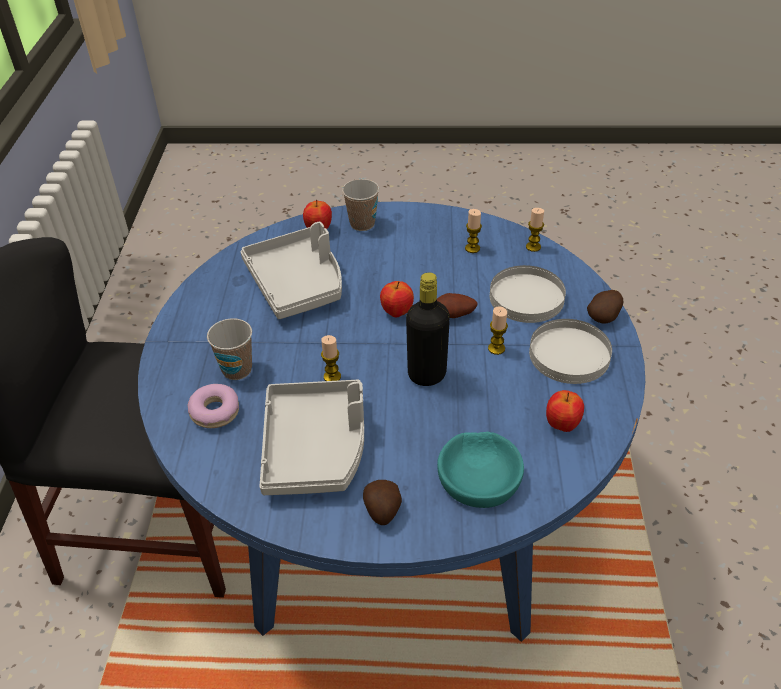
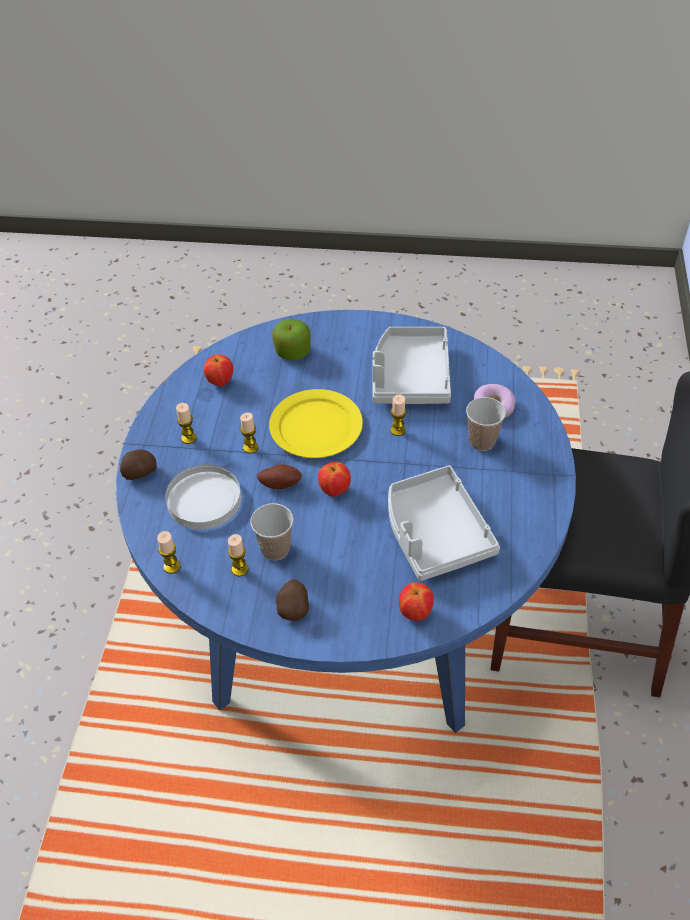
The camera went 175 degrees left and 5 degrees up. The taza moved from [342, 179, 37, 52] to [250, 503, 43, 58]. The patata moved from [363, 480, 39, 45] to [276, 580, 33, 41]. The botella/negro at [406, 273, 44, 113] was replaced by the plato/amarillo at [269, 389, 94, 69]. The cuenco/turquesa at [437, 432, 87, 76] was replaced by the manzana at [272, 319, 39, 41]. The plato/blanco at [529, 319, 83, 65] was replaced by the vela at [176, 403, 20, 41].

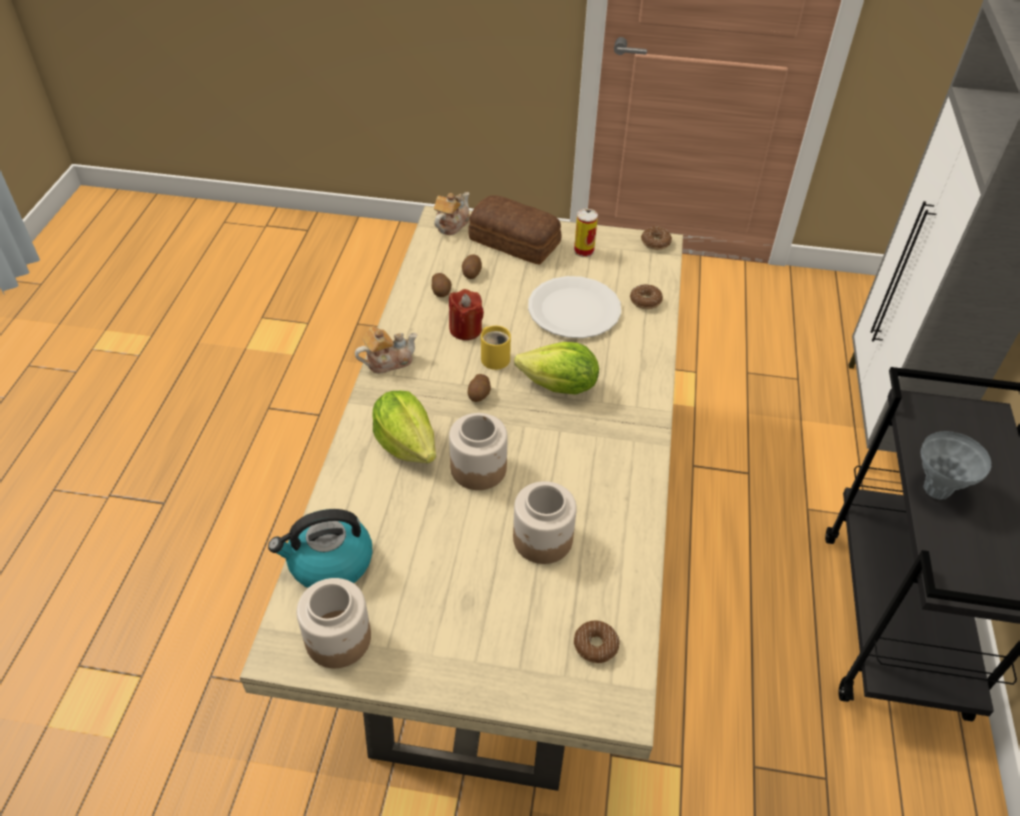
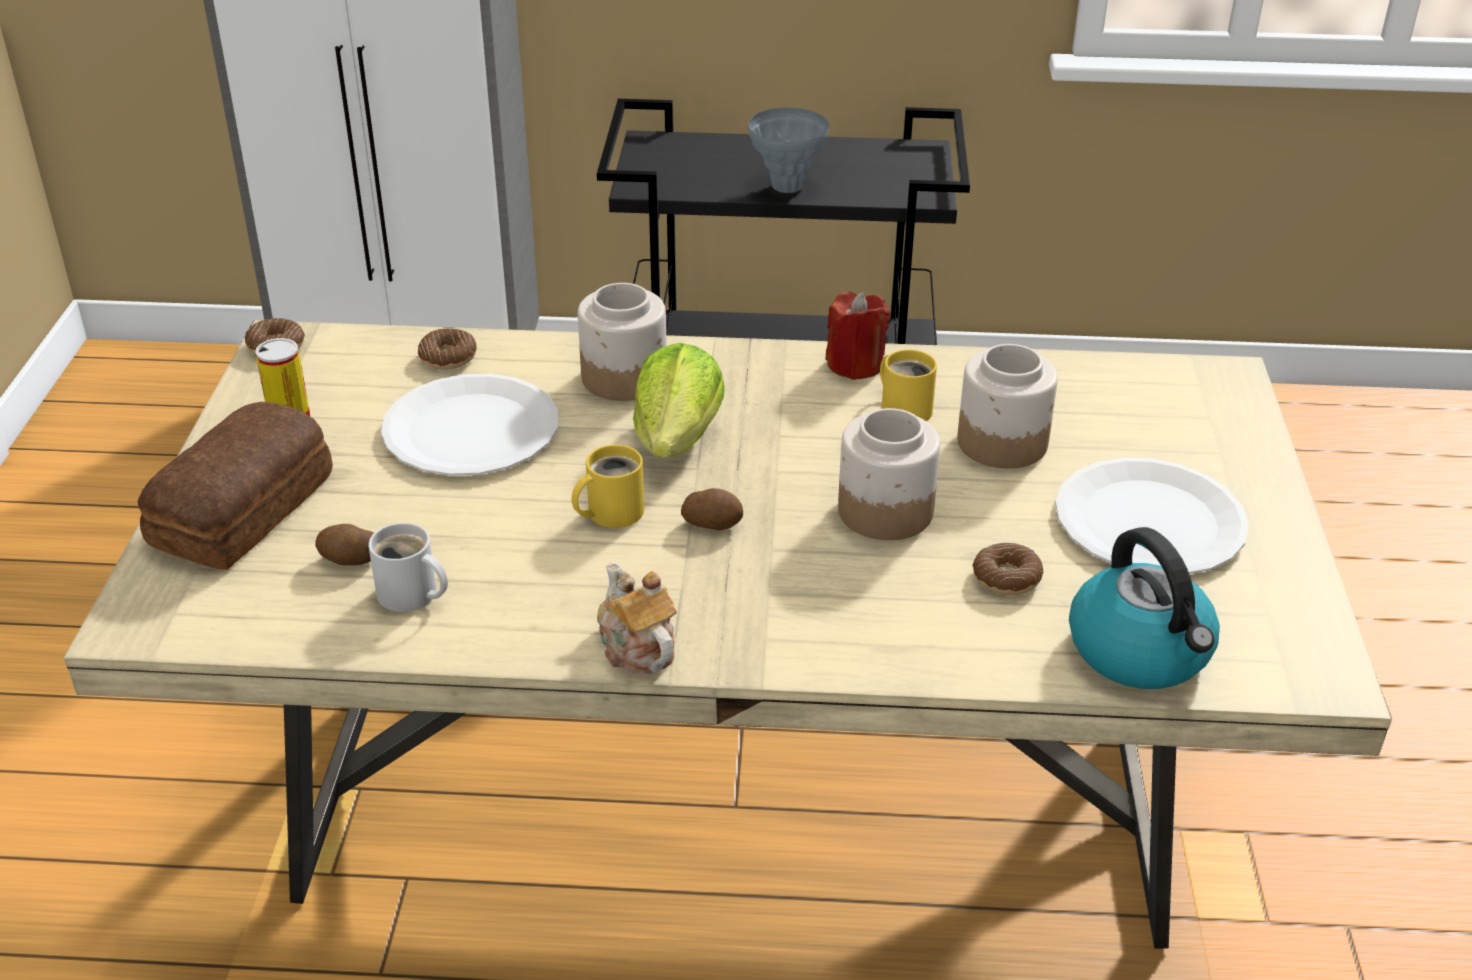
The camera went 95 degrees left and 10 degrees down. The lechuga at [373, 391, 63, 72] disappeared. The tetera at [434, 192, 36, 43] disappeared. The taza grande/amarillo at [880, 350, 57, 71] appeared. The plato/blanco at [1055, 458, 194, 116] appeared. The tarro moved from [296, 578, 75, 90] to [578, 283, 89, 118]. The vela/rojo moved from [449, 289, 35, 51] to [825, 292, 65, 88]. The rosquilla moved from [574, 621, 46, 42] to [972, 543, 71, 52]. The patata at [432, 273, 20, 24] was replaced by the taza grande/blanco at [368, 523, 80, 89].

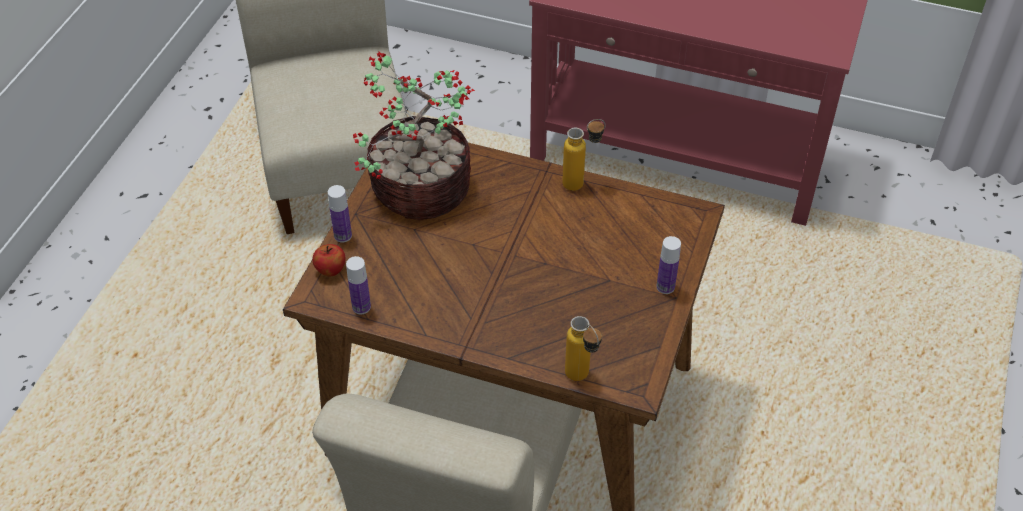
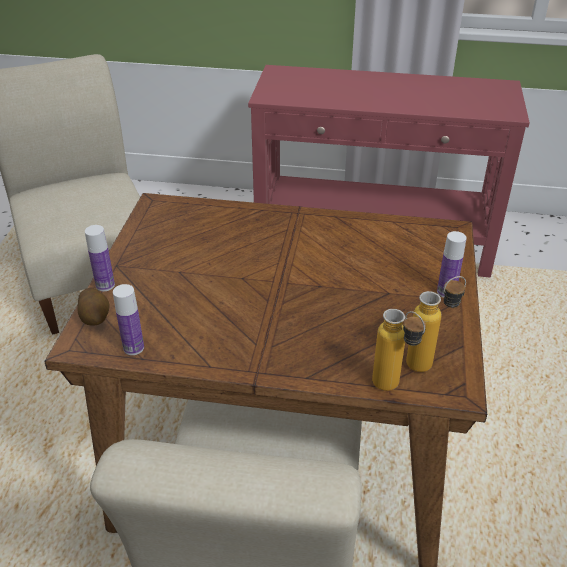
The camera went 10 degrees left and 10 degrees down. The planta en maceta at [353, 52, 122, 168] disappeared. The botella moved from [562, 119, 44, 72] to [406, 276, 60, 96]. The manzana at [312, 244, 34, 32] was replaced by the patata at [77, 288, 33, 38].

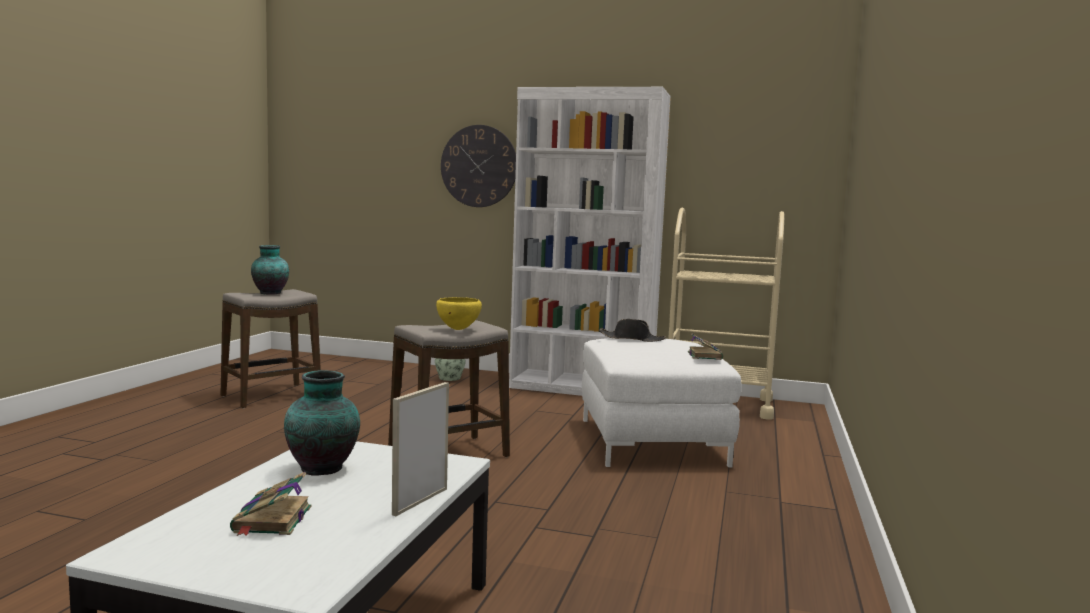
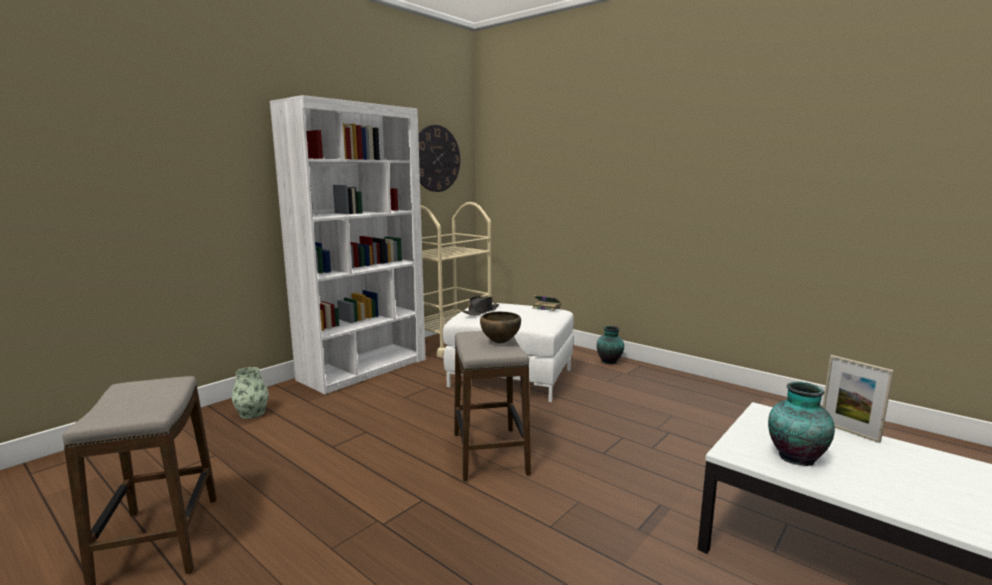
The camera went 65 degrees left and 5 degrees up. The libro at [230, 472, 81, 64] disappeared. The florero moved from [251, 245, 38, 50] to [597, 326, 27, 38]. The reloj de pared moved from [441, 125, 75, 82] to [418, 125, 42, 67]. The cuenco/amarillo at [436, 297, 46, 33] became the cuenco/marrón at [480, 312, 41, 31].

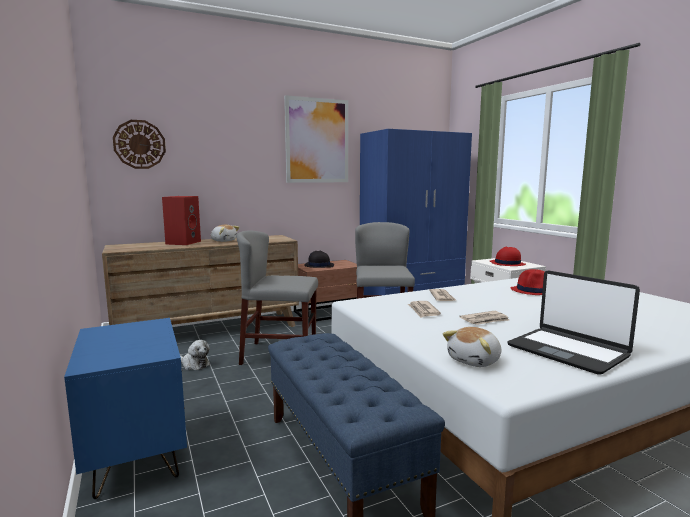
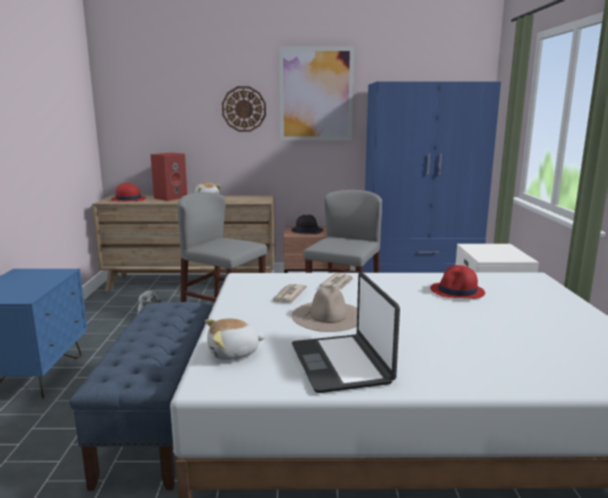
The camera went 25 degrees right and 5 degrees up. The reloj de pared moved from [113, 120, 53, 49] to [222, 86, 44, 46]. The sombrero/rojo moved from [490, 247, 36, 19] to [111, 183, 35, 19]. The periódico at [459, 311, 50, 14] was replaced by the sombrero/beis at [292, 288, 65, 44].

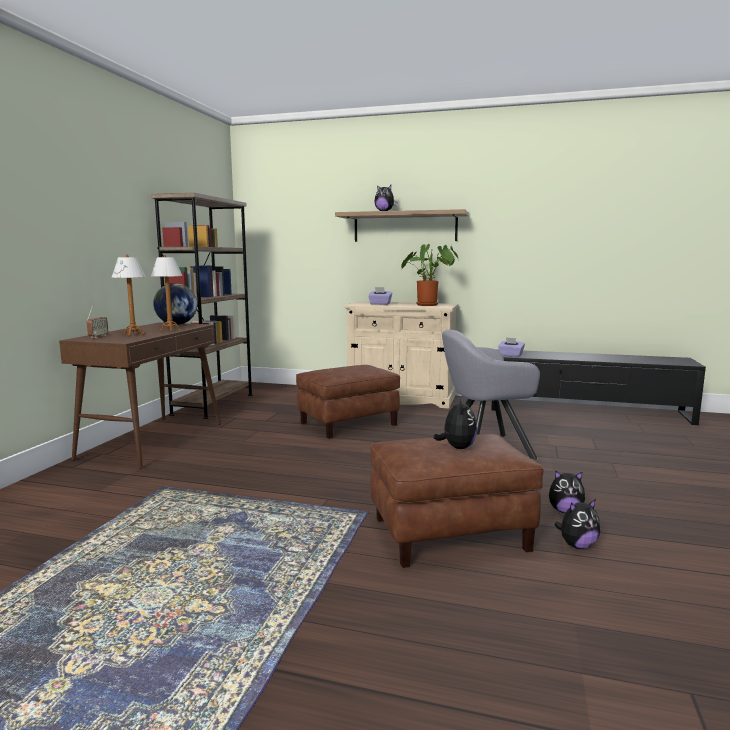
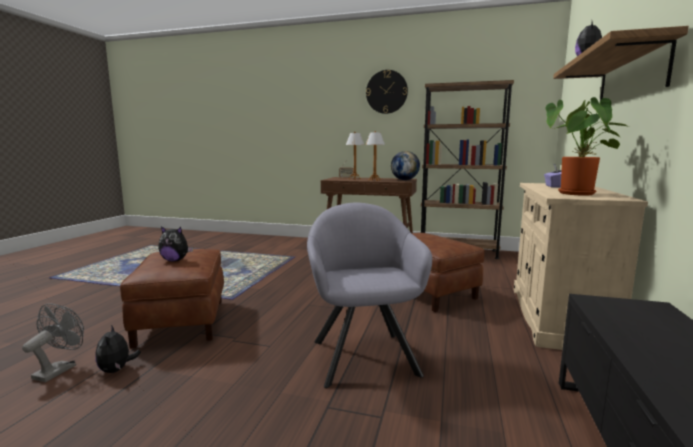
The camera went 90 degrees right and 0 degrees up. The caja de pañuelos/morado at [498, 337, 27, 20] disappeared. The peluche at [549, 471, 36, 42] disappeared. The ventilador/gris at [22, 303, 62, 79] appeared. The reloj de pared at [366, 70, 42, 44] appeared.

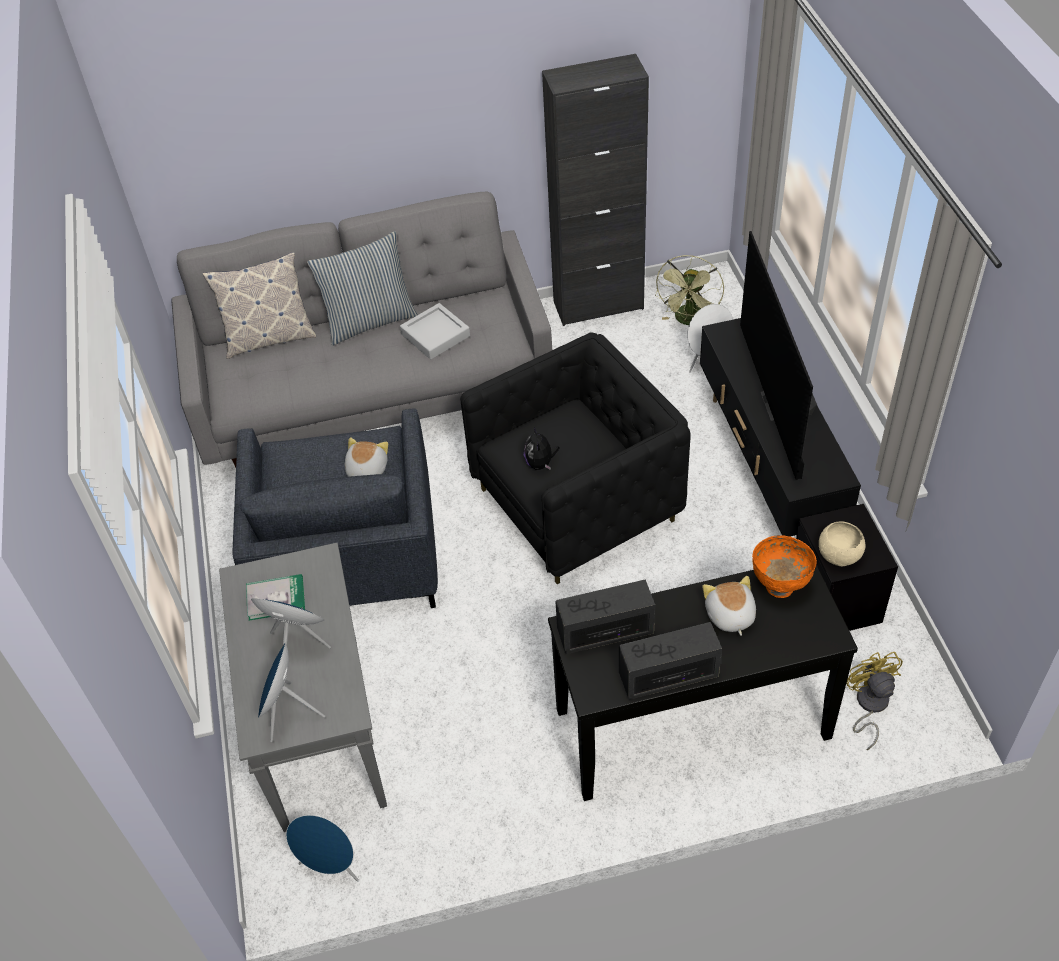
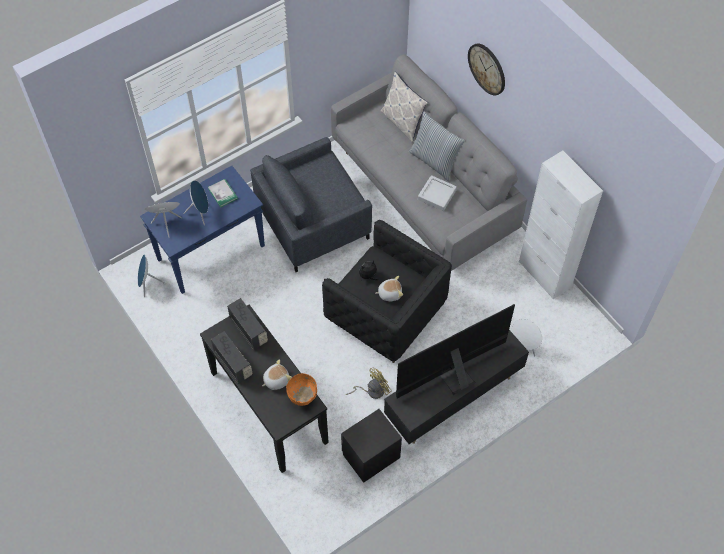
The camera went 65 degrees right and 10 degrees up. The ventilador/verde at [655, 255, 69, 70] disappeared. The cuenco/beis at [819, 521, 46, 45] disappeared. The reloj de pared at [468, 43, 37, 52] appeared. The peluche moved from [345, 437, 43, 40] to [375, 276, 28, 25]. The ventilador/amarillo moved from [846, 652, 57, 98] to [346, 368, 46, 31]. The mesa consola/gris at [219, 543, 168, 289] became the mesa consola/azul at [140, 166, 125, 128]. The armario/negro at [542, 54, 107, 272] became the armario/blanco at [519, 151, 84, 148].

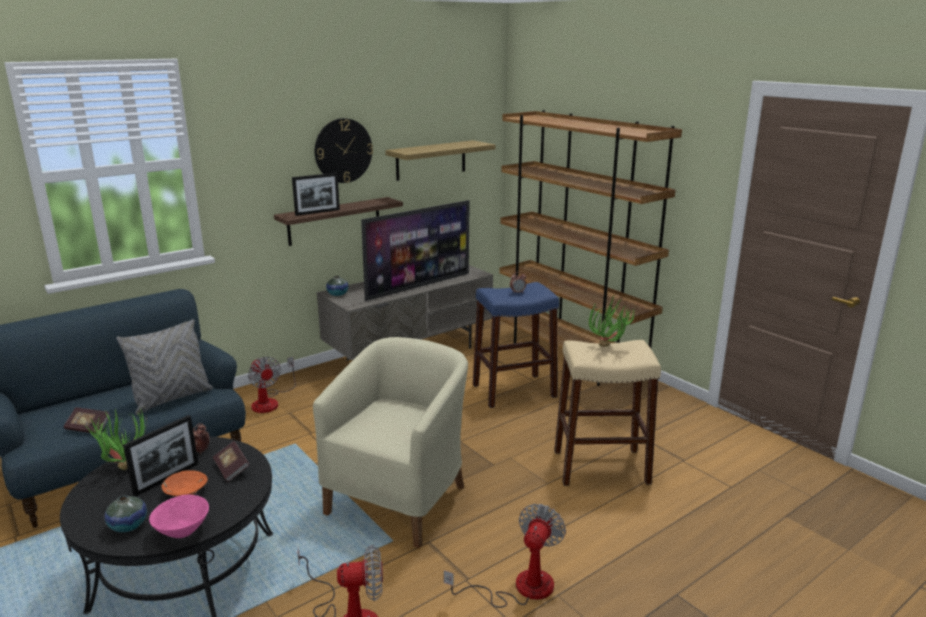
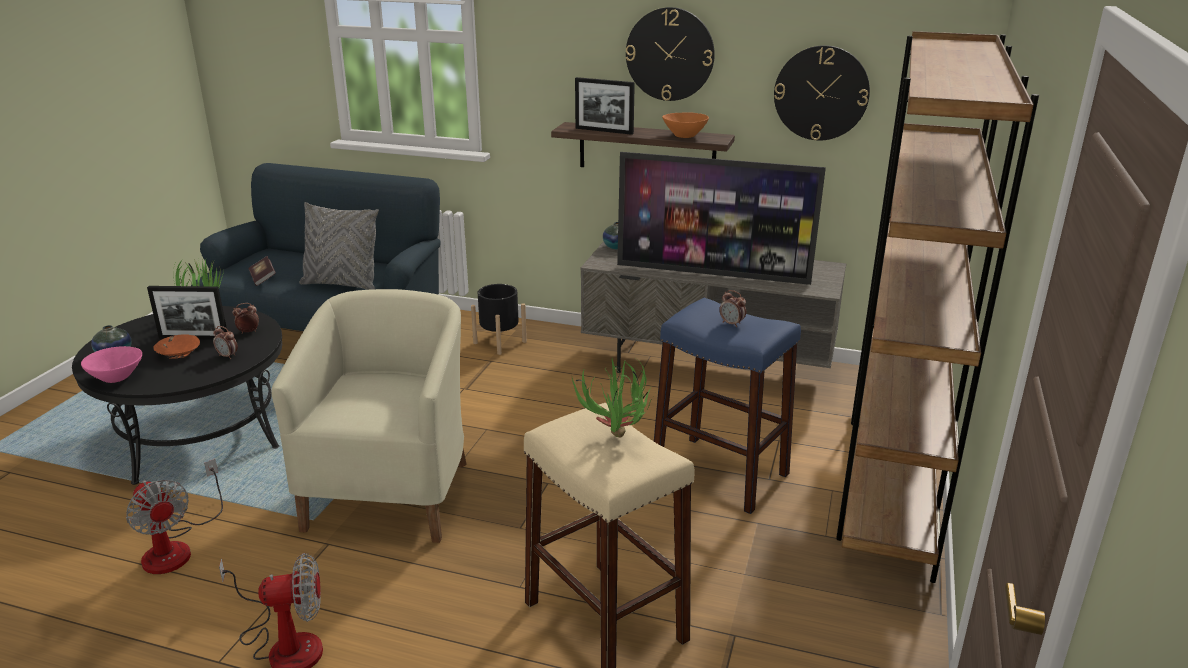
The camera went 55 degrees right and 5 degrees up. The cuenco/naranja at [662, 113, 47, 25] appeared. The libro at [213, 441, 36, 41] was replaced by the despertador at [213, 326, 25, 33]. The ventilador at [248, 357, 48, 56] was replaced by the maceta/negro at [471, 284, 56, 71]. The estante at [385, 140, 110, 41] was replaced by the reloj de pared at [774, 45, 96, 96]. The sillón/beis at [313, 337, 155, 211] turned 75 degrees counterclockwise.

